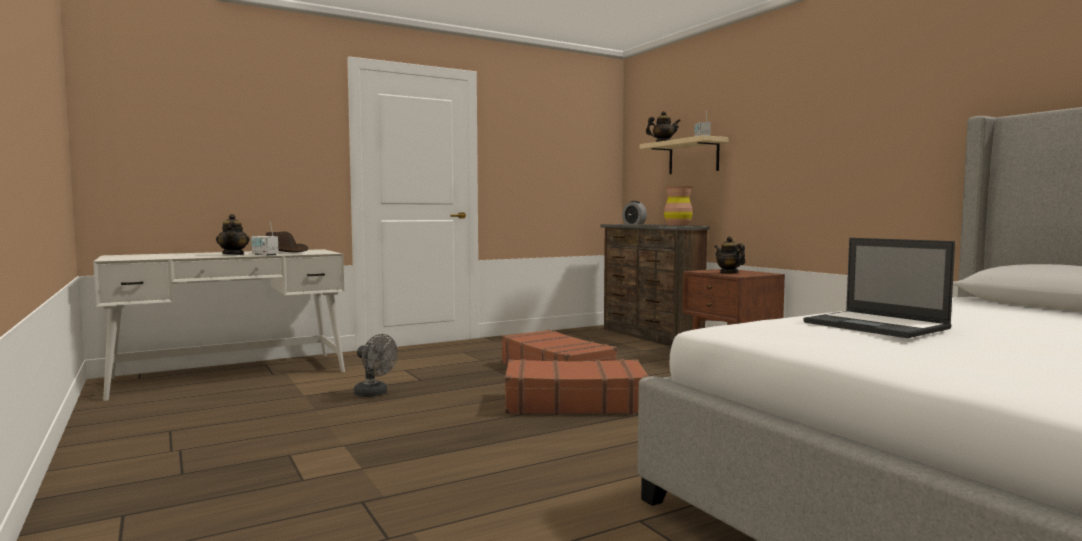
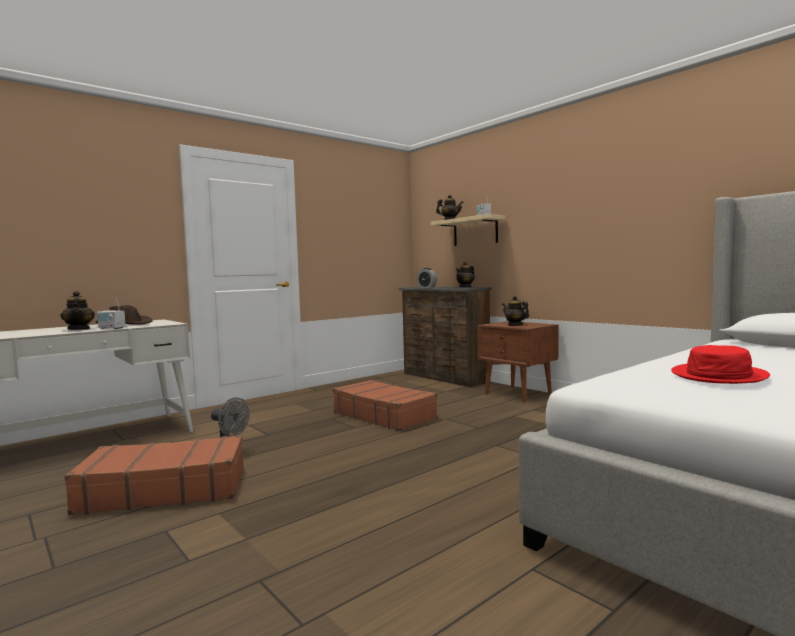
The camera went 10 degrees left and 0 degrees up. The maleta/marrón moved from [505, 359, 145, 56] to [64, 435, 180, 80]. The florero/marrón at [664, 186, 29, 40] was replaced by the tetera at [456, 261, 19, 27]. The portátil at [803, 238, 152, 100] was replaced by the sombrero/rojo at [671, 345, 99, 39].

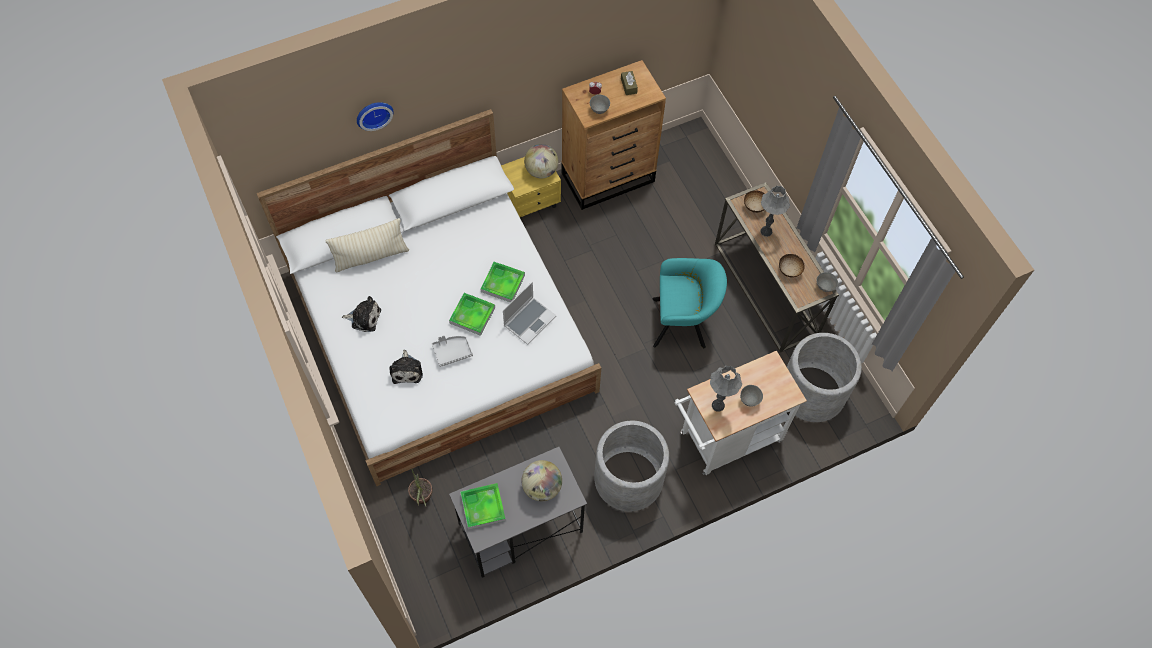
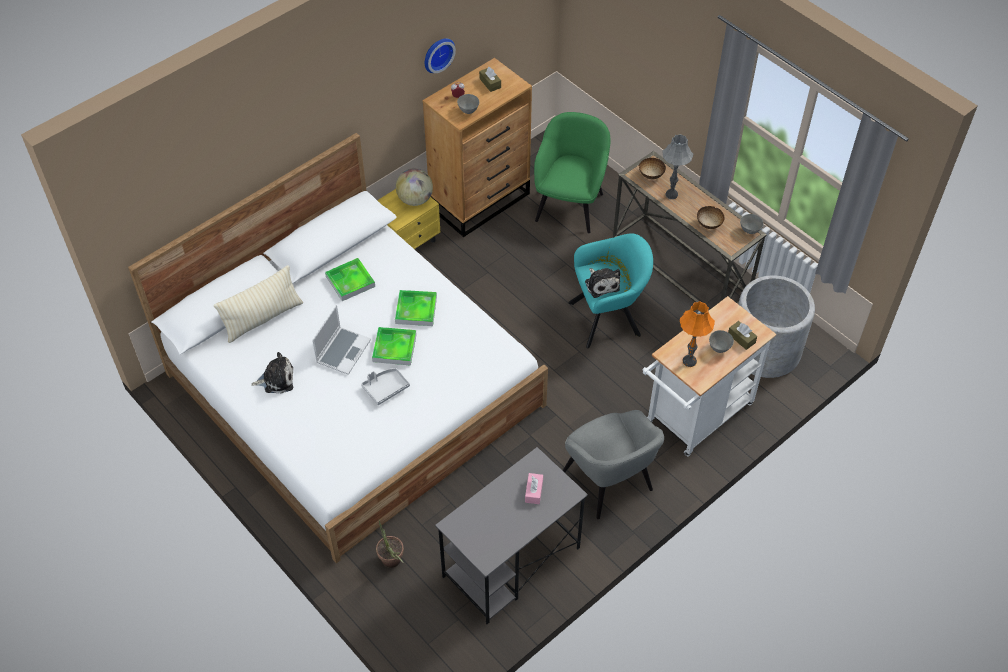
The camera went 15 degrees left and 10 degrees down. The sillón/verde at [534, 112, 77, 121] appeared. The caja de pañuelos/marrón at [728, 321, 29, 29] appeared. The reloj de pared moved from [357, 102, 37, 29] to [425, 38, 31, 35]. The peluche moved from [389, 350, 34, 34] to [585, 268, 35, 30]. The bandeja moved from [460, 483, 46, 47] to [325, 258, 50, 43]. The portátil moved from [503, 282, 53, 63] to [312, 305, 59, 70]. The globo terráqueo at [521, 460, 41, 41] was replaced by the caja de pañuelos/rosa at [525, 473, 18, 31]. The maceta/gris at [594, 421, 75, 90] was replaced by the sillón/gris at [563, 410, 101, 109]. The lámpara de mesa/gris at [710, 366, 32, 46] became the lámpara de mesa/naranja at [680, 301, 35, 66].

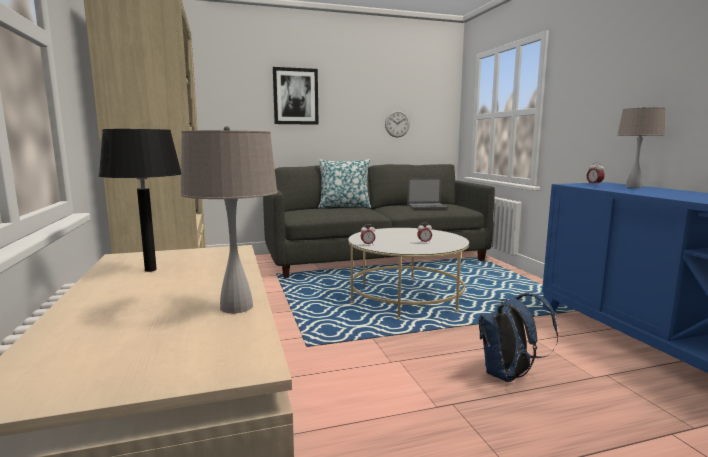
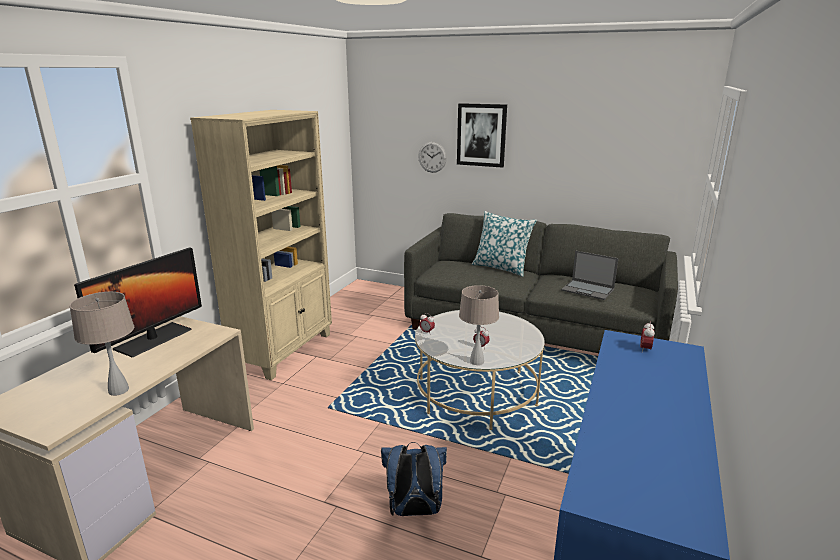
The camera went 40 degrees right and 10 degrees up. The reloj de pared moved from [385, 110, 25, 27] to [418, 142, 29, 31]. The lámpara de mesa/beis moved from [617, 106, 49, 82] to [459, 285, 40, 80]. The lámpara de mesa/negro at [99, 129, 82, 143] was replaced by the monitor at [74, 247, 128, 110].

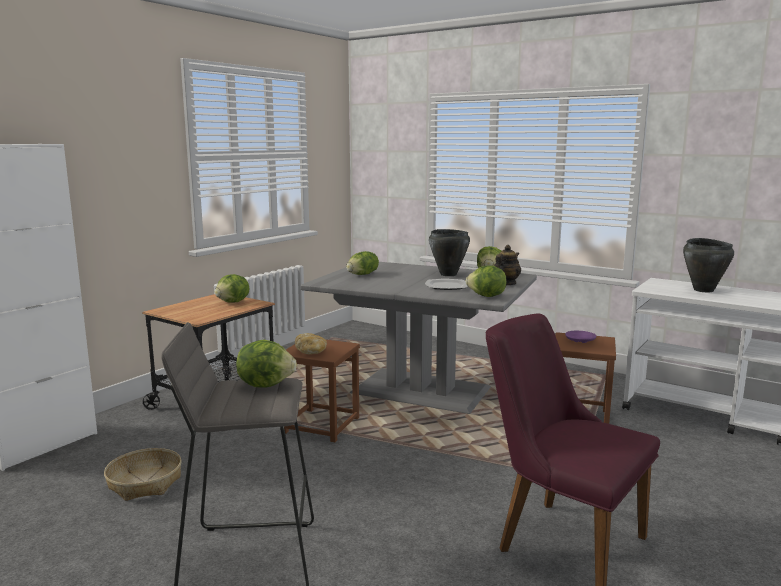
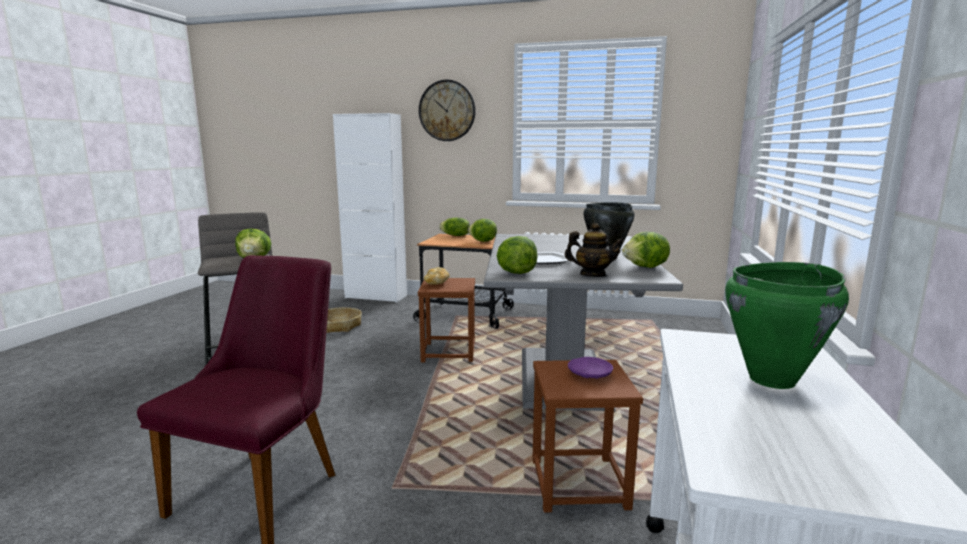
The camera went 70 degrees right and 0 degrees up. The reloj de pared at [419, 80, 57, 61] appeared. The lechuga moved from [346, 251, 33, 24] to [439, 218, 31, 18]. The olla/negro at [683, 238, 51, 54] became the olla/verde at [725, 262, 124, 127].

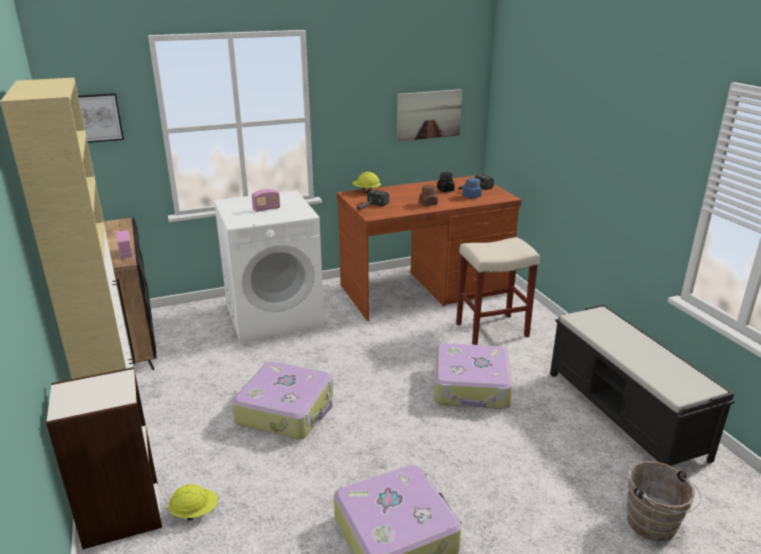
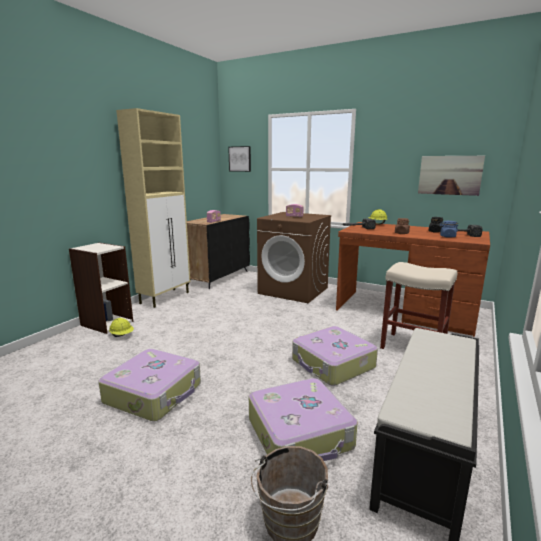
The camera went 50 degrees right and 10 degrees down. The maleta moved from [232, 361, 101, 79] to [249, 378, 108, 83]. The lavadora/blanco at [214, 190, 110, 152] became the lavadora/marrón at [257, 212, 75, 91].

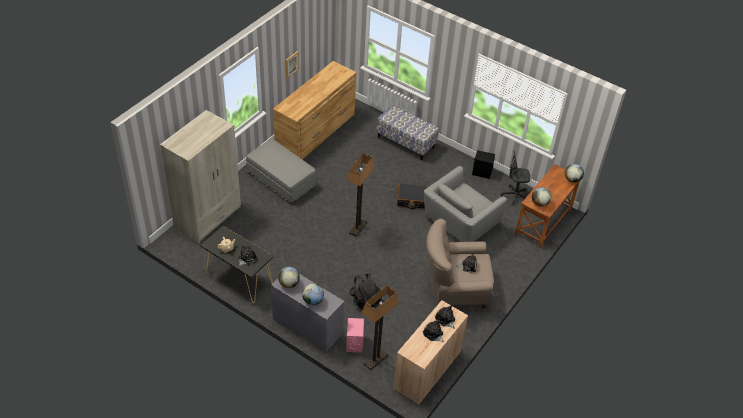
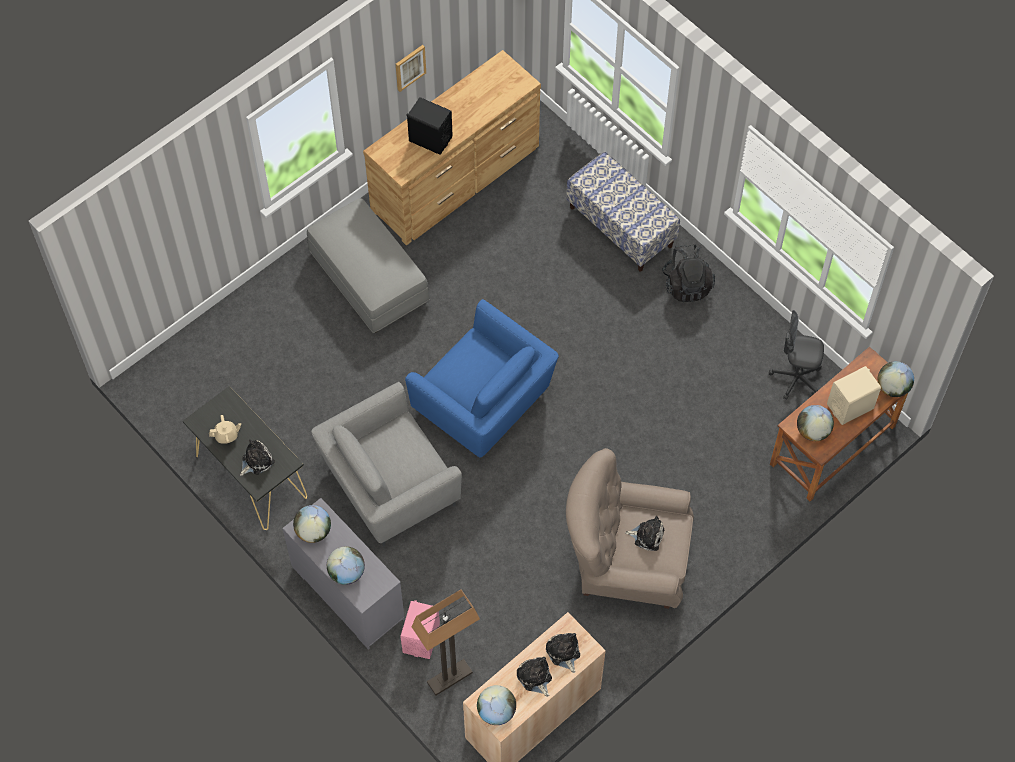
The camera went 15 degrees right and 15 degrees up. The armario ropero/beis at [160, 110, 81, 133] disappeared. The maleta/negro at [397, 183, 31, 26] disappeared. The globo terráqueo at [477, 685, 39, 40] appeared. The altavoz/beis at [827, 366, 54, 59] appeared. The mochila/negro moved from [349, 274, 31, 36] to [662, 245, 53, 58]. The sillón/gris moved from [424, 166, 83, 76] to [311, 382, 151, 164]. The altavoz/negro moved from [472, 150, 23, 29] to [406, 97, 47, 58]. The lámpara de pie at [347, 153, 28, 84] was replaced by the sillón/azul at [405, 299, 154, 162].

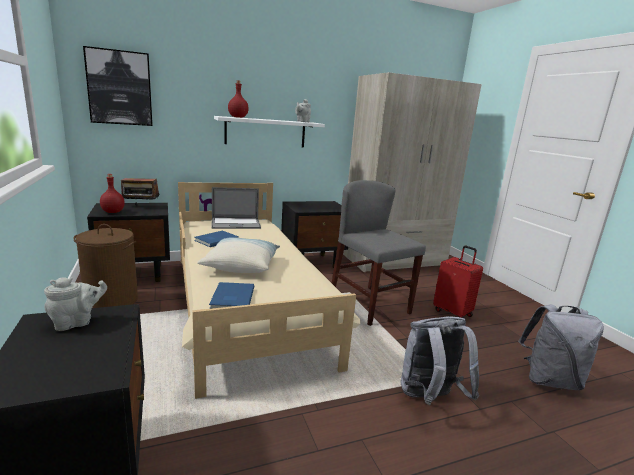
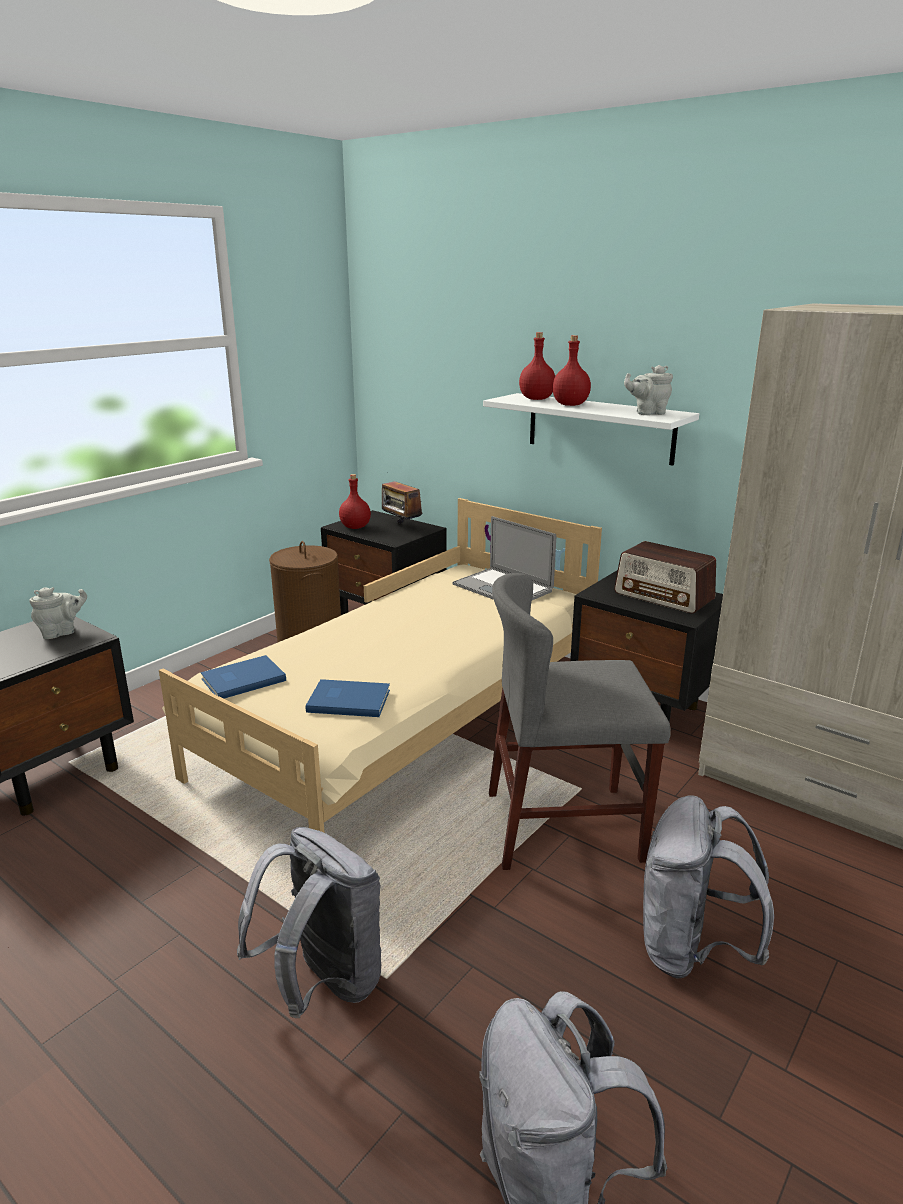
The camera went 60 degrees right and 5 degrees up. The cuadro at [83, 46, 70, 80] disappeared. The cojín at [197, 237, 83, 36] disappeared. The botella/rojo at [552, 335, 39, 71] appeared. The radio at [614, 541, 102, 73] appeared. The libro/azul moved from [194, 230, 45, 17] to [306, 679, 84, 38]. The maleta/rojo at [433, 246, 50, 73] was replaced by the mochila/gris at [643, 795, 131, 184]. The tetera/gris at [44, 277, 63, 54] turned 60 degrees counterclockwise. The silla/gris at [332, 180, 94, 146] turned 120 degrees counterclockwise.

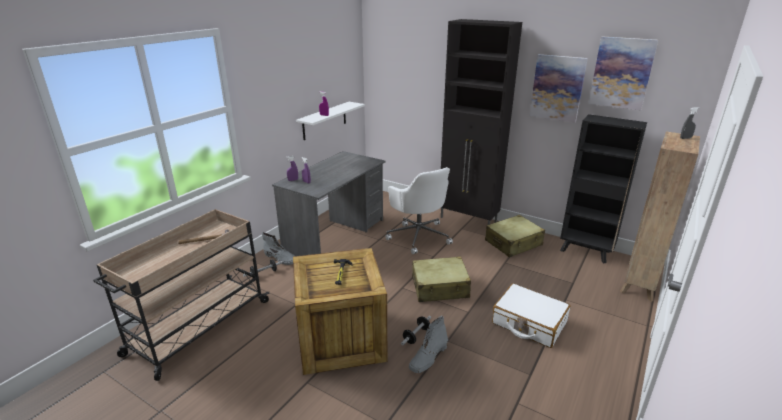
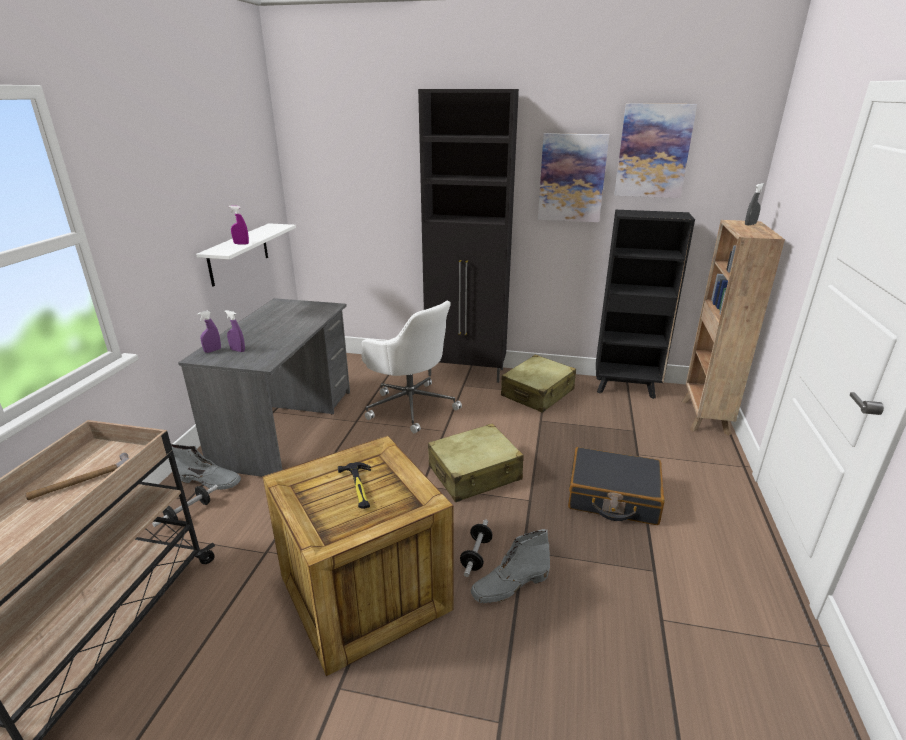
The camera went 20 degrees left and 0 degrees up. The maleta/blanco at [492, 283, 79, 65] became the maleta/negro at [568, 447, 97, 78]. The bota/gris at [409, 316, 39, 57] turned 45 degrees clockwise.

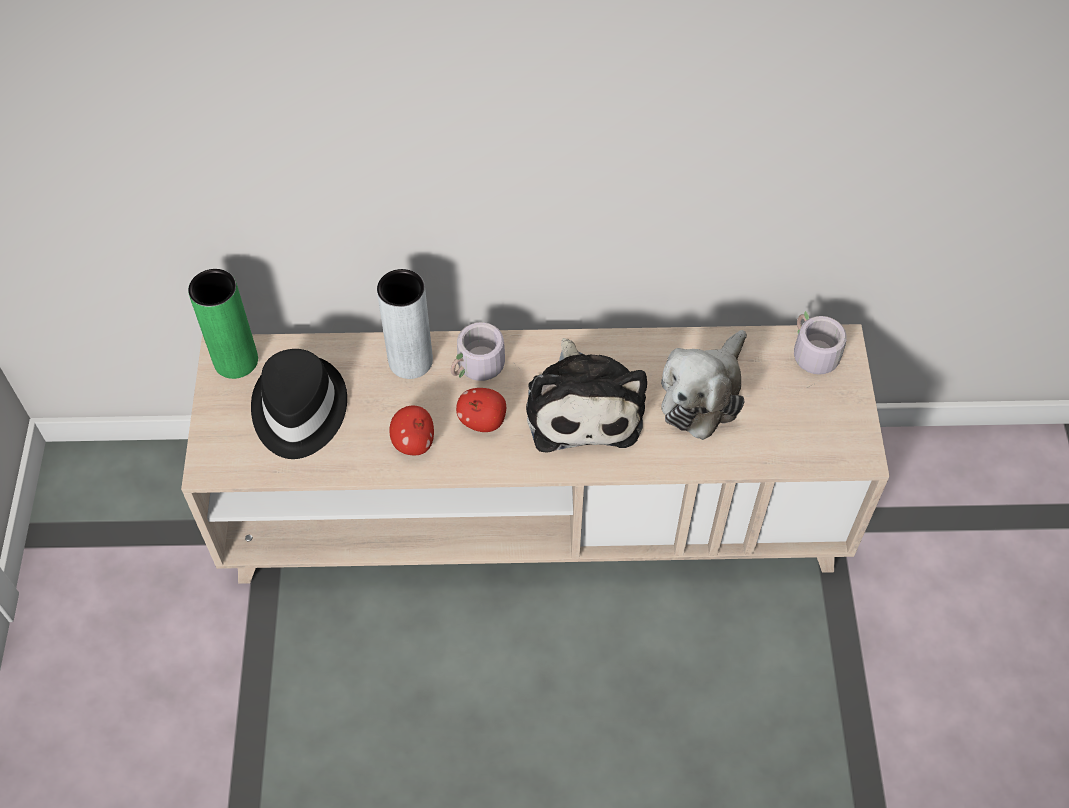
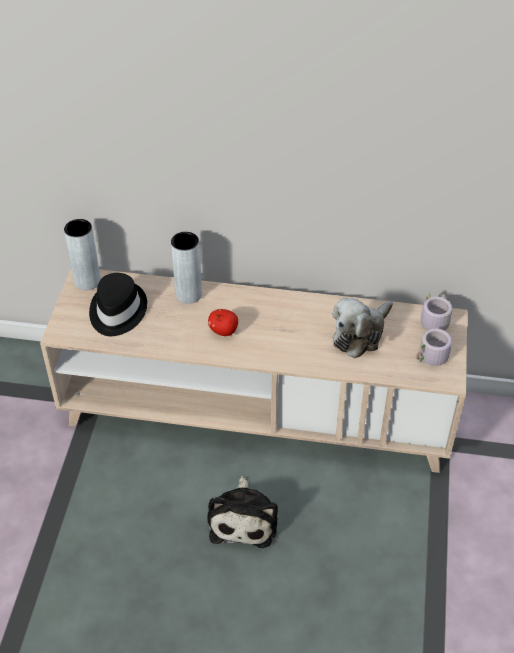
The camera went 10 degrees right and 10 degrees down. The manzana at [389, 405, 45, 50] disappeared. The taza grande/gris moved from [451, 322, 69, 59] to [416, 328, 40, 38]. The peluche moved from [526, 338, 121, 114] to [207, 476, 71, 72]. The florero/verde at [188, 269, 70, 110] became the florero/gris at [64, 219, 37, 71].

